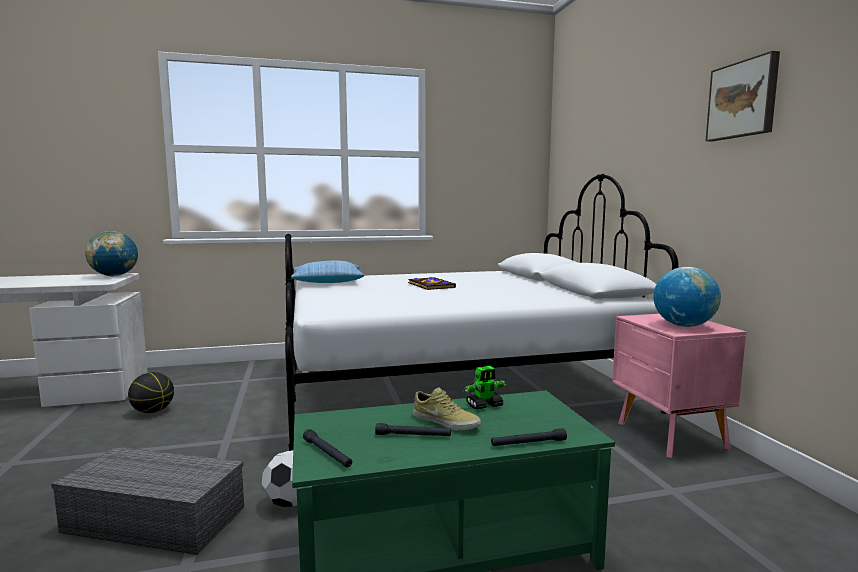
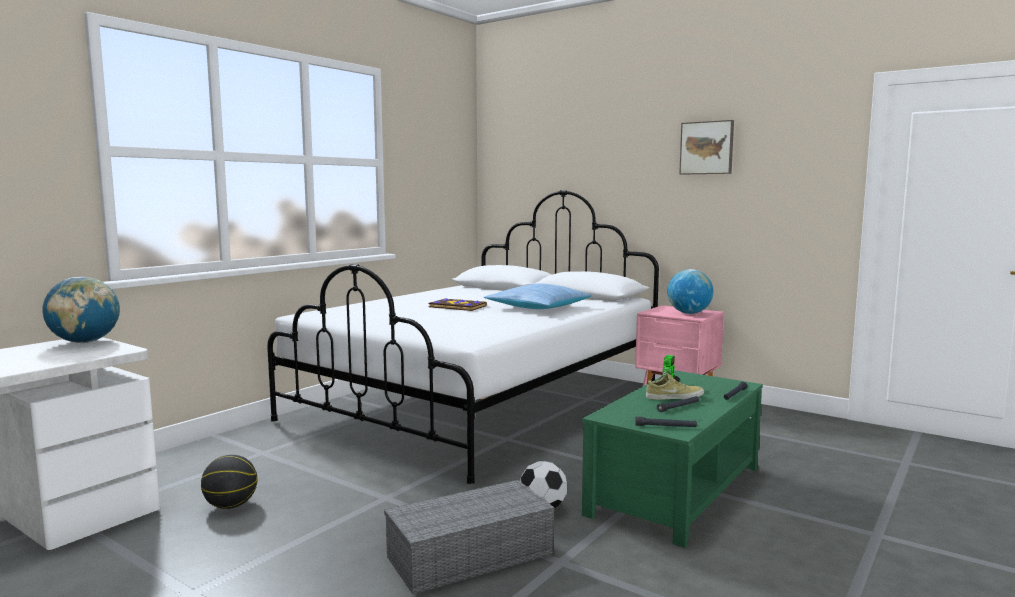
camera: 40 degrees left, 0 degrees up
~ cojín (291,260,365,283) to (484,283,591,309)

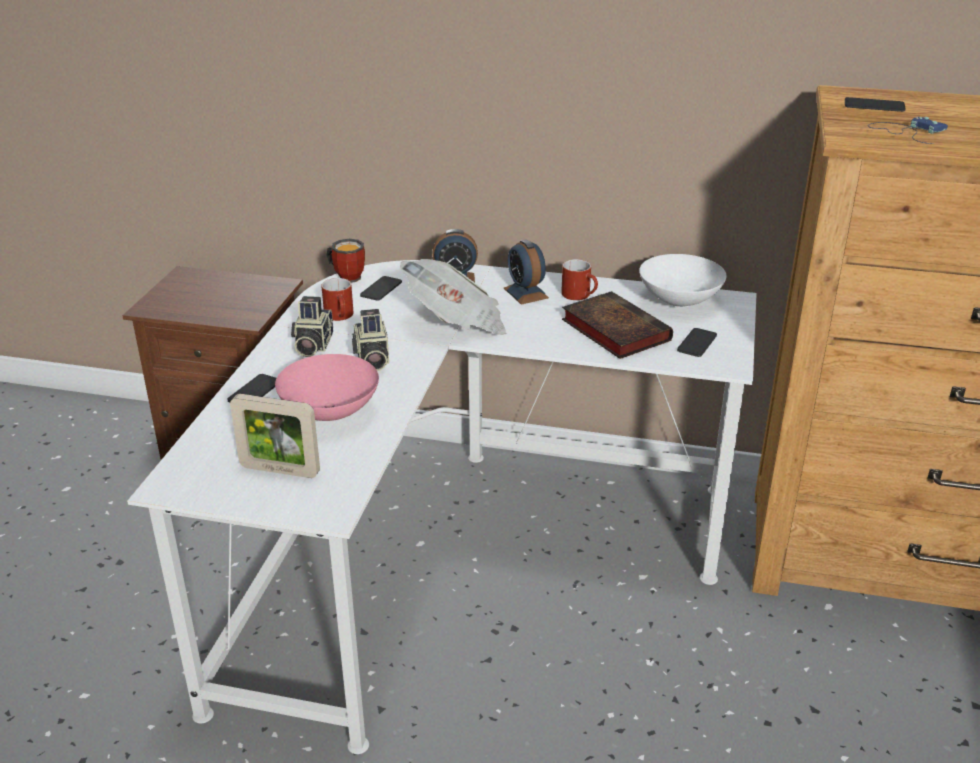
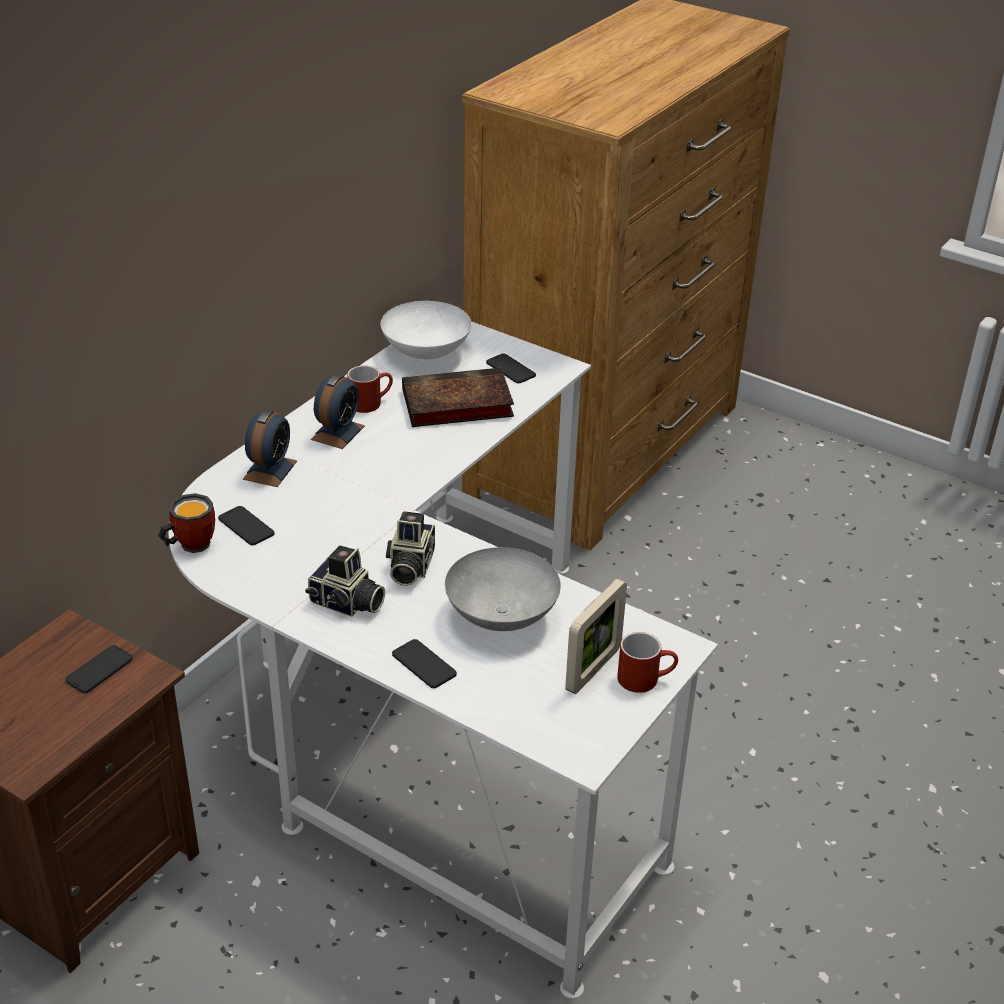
camera: 70 degrees left, 5 degrees up
~ móvil (845,97,906,112) to (65,645,133,693)
~ despertador (504,240,549,305) = (311,374,365,449) 60 degrees counterclockwise
~ cámara (352,309,389,371) = (386,511,435,586) 90 degrees clockwise
~ cuenco/rosa (275,354,379,421) to cuenco/gris (445,547,561,631)
~ taza grande/rojo (321,278,353,321) to (617,632,678,693)
- periódico (400,259,507,335)
- mando de consola/azul (868,117,948,144)

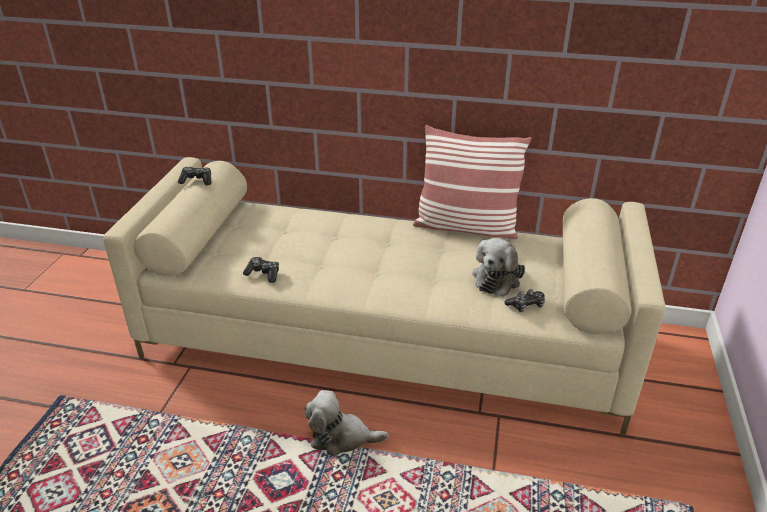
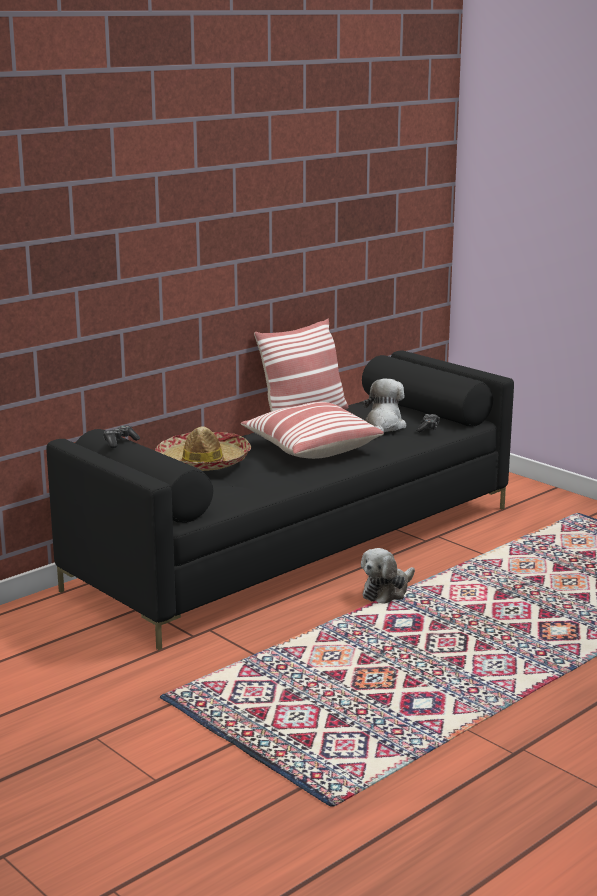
camera: 55 degrees left, 15 degrees down
~ sofá/beis (103,157,665,436) to sofá/negro (46,350,514,650)
+ sombrero (155,427,251,471)
+ cojín (241,402,384,459)
~ peluche (472,238,525,297) = (363,379,406,432) 135 degrees counterclockwise
- mando de consola (243,257,279,283)

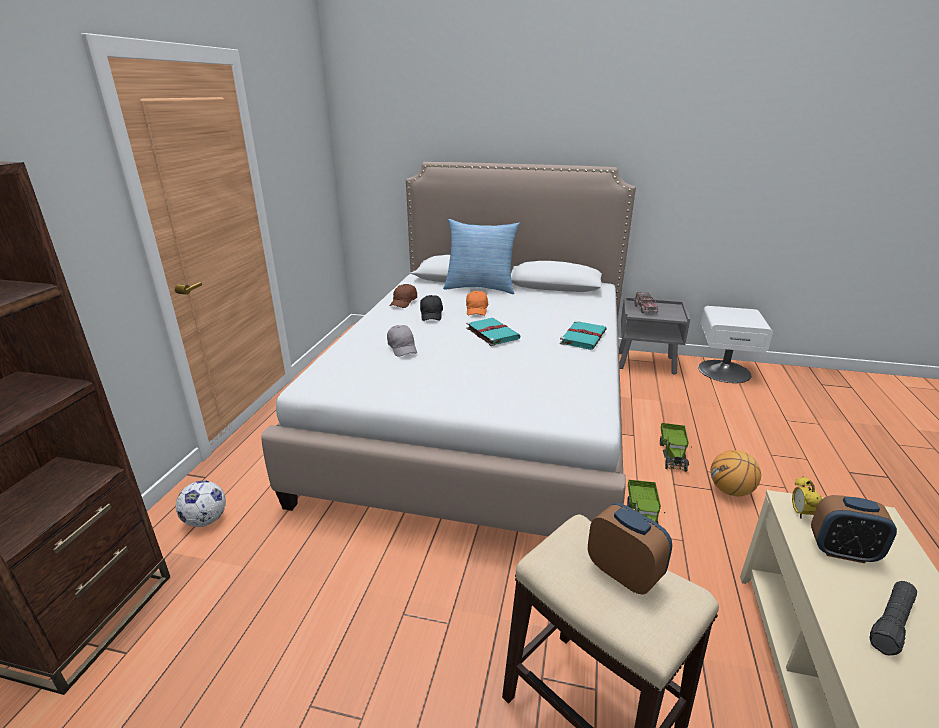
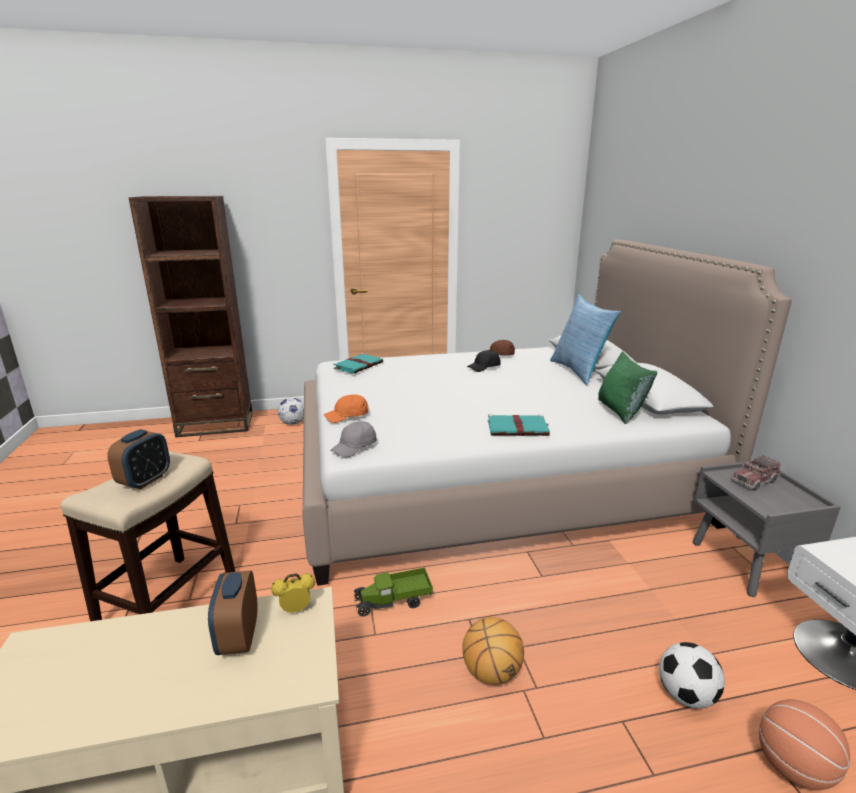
camera: 65 degrees right, 5 degrees down
~ gorra/naranja (466,291,488,316) to (323,394,369,423)
~ gorra/gris (387,325,417,357) to (330,421,377,457)
~ libro/turquesa (466,318,521,346) to (333,353,383,374)
+ cojín/verde (598,351,657,424)
+ balón de fútbol (659,642,725,709)
+ balón de baloncesto (759,699,850,790)
- camión de juguete (660,423,692,472)
- linterna/negro (869,581,917,656)

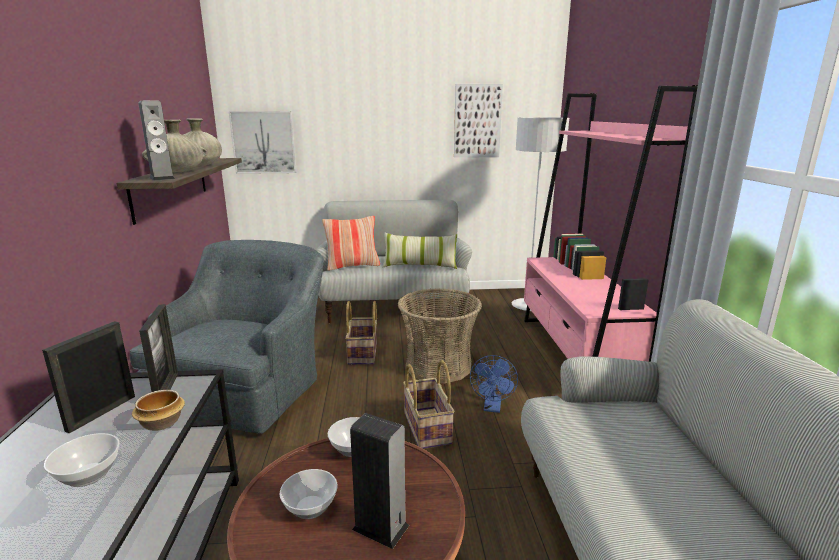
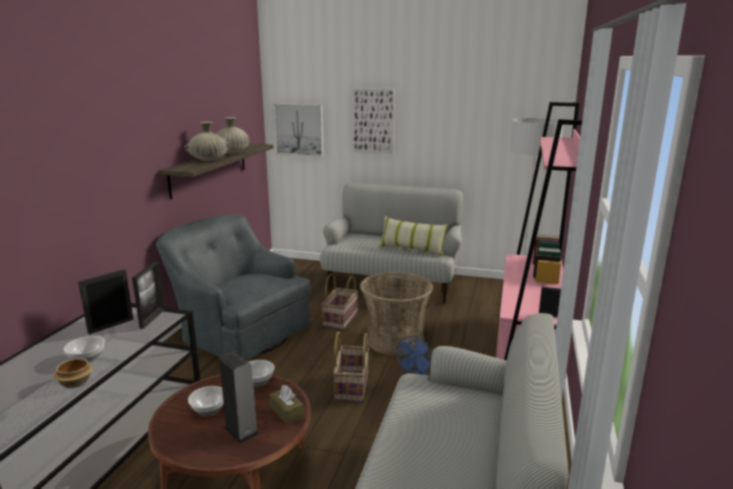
camera: 20 degrees right, 0 degrees up
~ cuenco (132,390,185,431) to (53,358,93,389)
~ sillón/gris (130,240,324,434) = (156,215,310,360) 90 degrees counterclockwise
+ caja de pañuelos/marrón (269,385,304,425)
~ cuadro (454,84,503,158) to (353,88,395,154)
- altavoz (138,100,175,181)
- cojín (322,216,380,271)

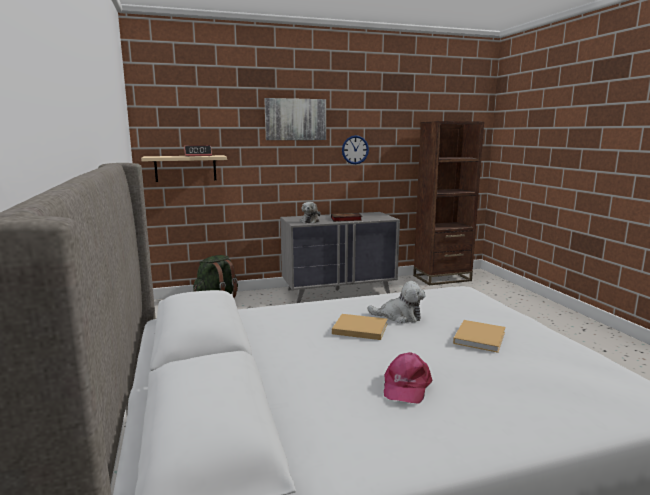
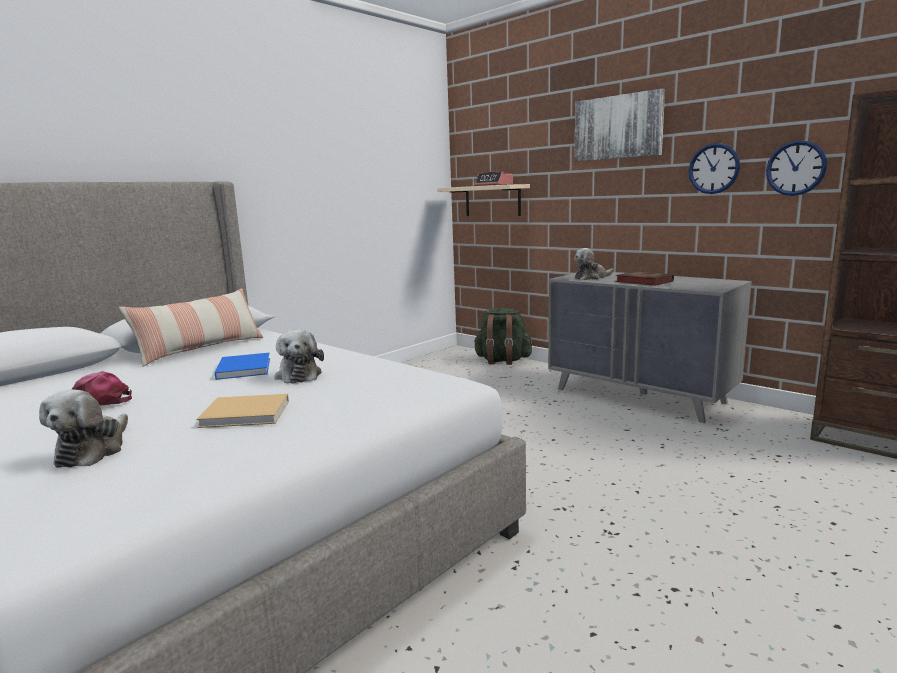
camera: 60 degrees right, 0 degrees up
+ peluche (39,389,128,468)
+ cojín (119,288,263,367)
~ libro/beis (332,314,387,340) to libro/azul (215,353,270,380)
+ reloj de pared (766,140,827,196)

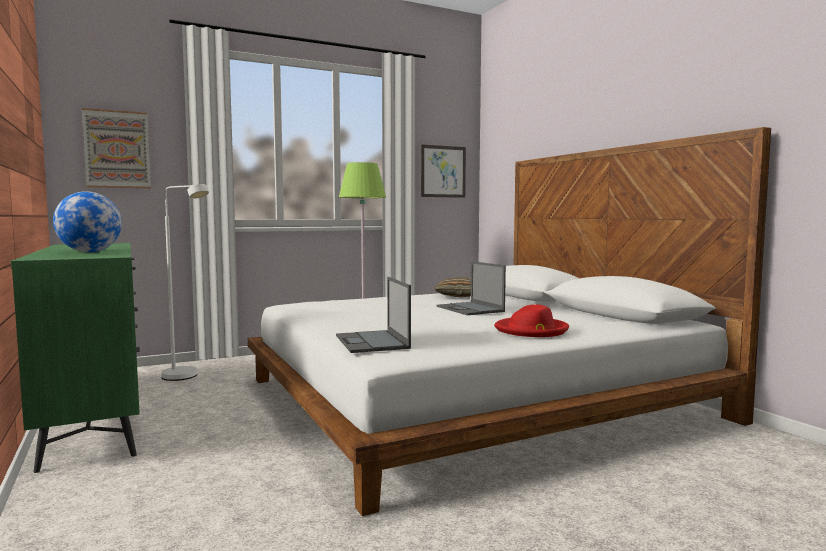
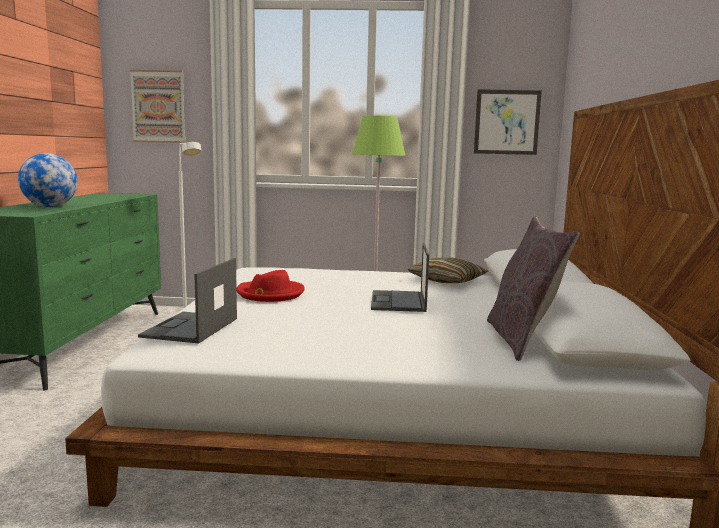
camera: 30 degrees right, 5 degrees up
~ sombrero/rojo (494,304,569,337) to (237,270,305,302)
+ cojín/gris (487,216,580,361)

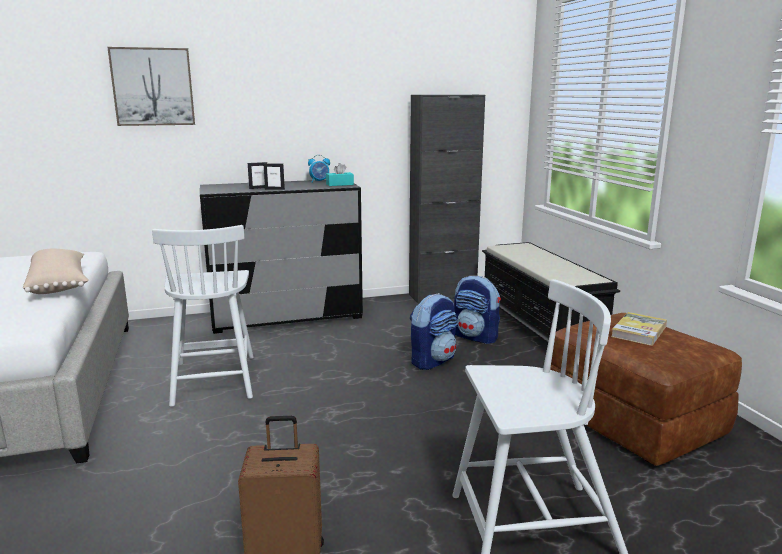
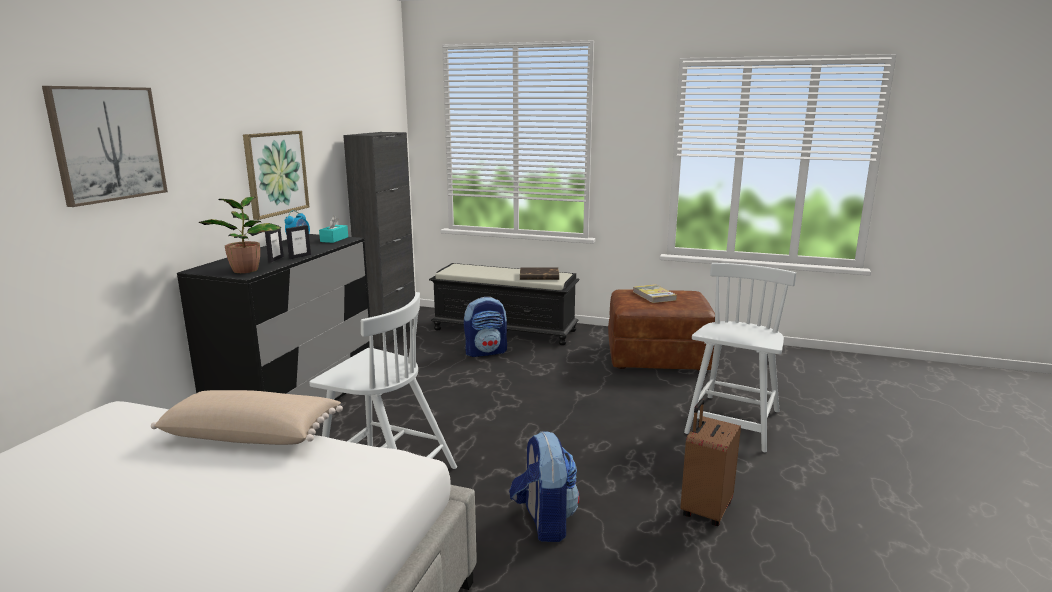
camera: 55 degrees left, 0 degrees up
+ planta en maceta (199,196,281,273)
+ cuadro (243,131,309,220)
~ mochila (410,293,458,370) to (509,431,580,542)
+ libro/marrón (520,268,559,280)

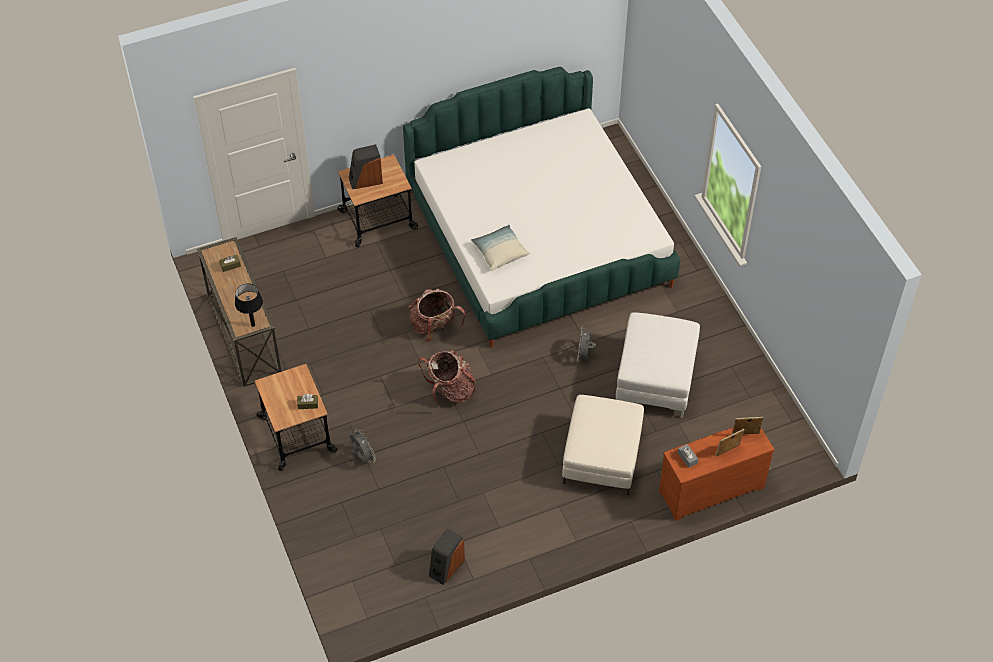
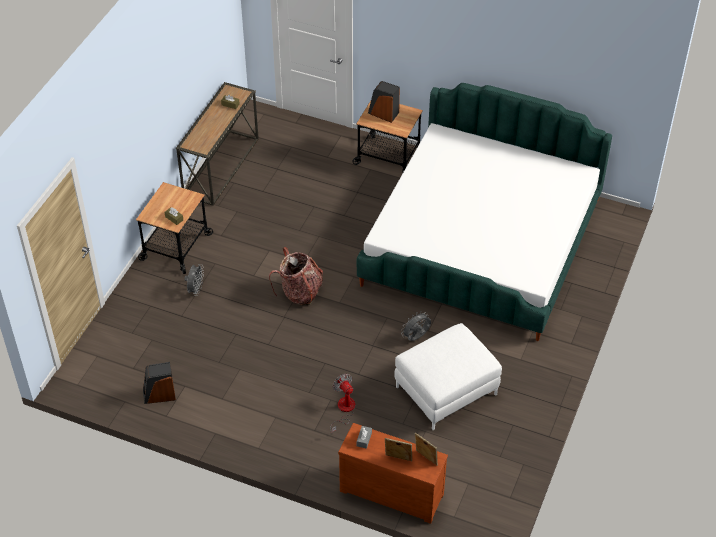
camera: 45 degrees right, 5 degrees down
~ puf/blanco (562,395,644,495) to ventilador (330,374,355,433)
- lámpara de mesa/negro (235,283,263,327)
- mochila (409,289,465,342)
- cojín (471,225,530,271)

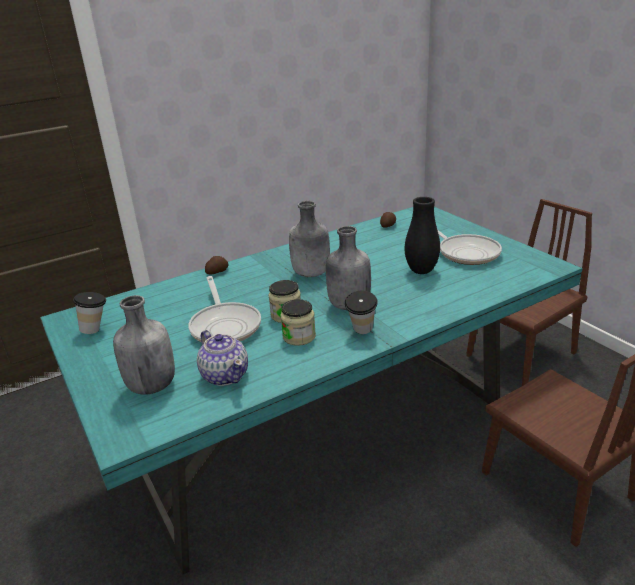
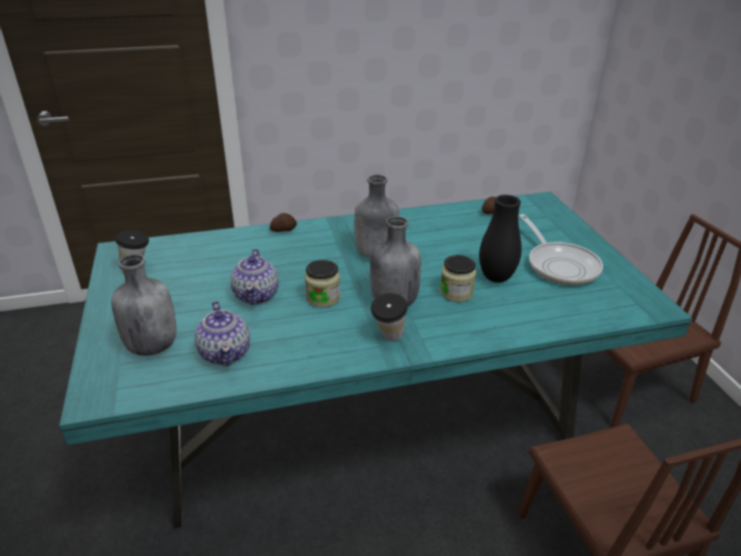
camera: 15 degrees right, 5 degrees up
~ sartén (188,276,261,342) to tetera (231,249,279,305)
~ tarro (281,299,316,346) to (440,255,476,302)

